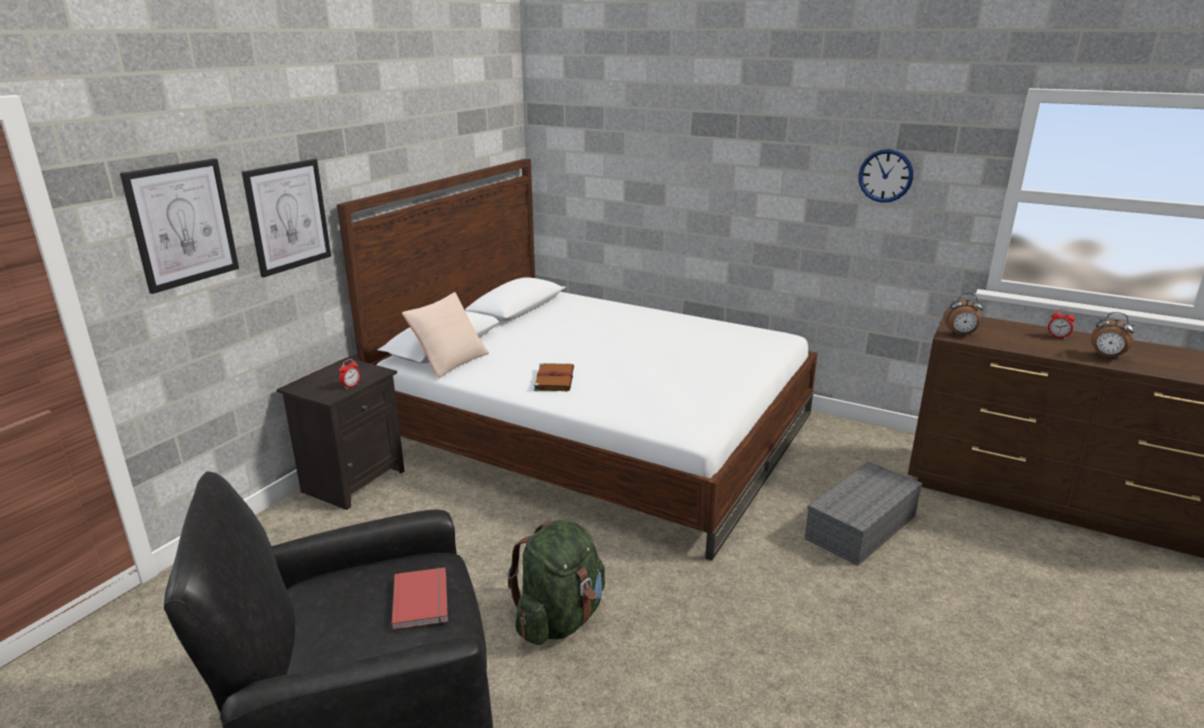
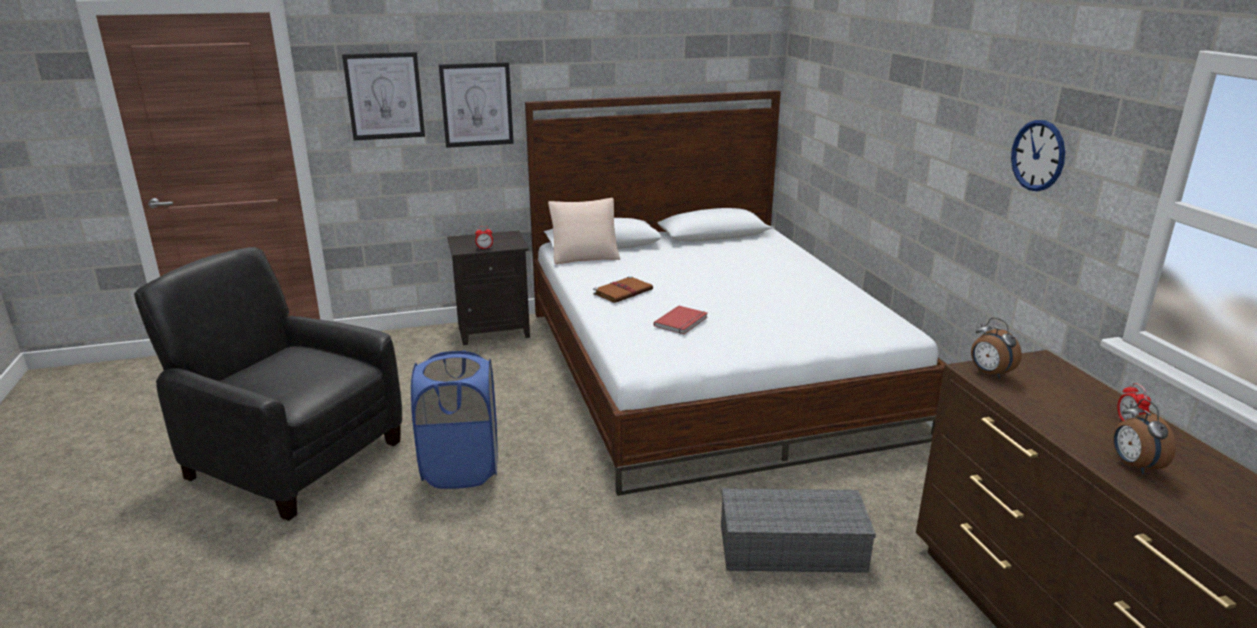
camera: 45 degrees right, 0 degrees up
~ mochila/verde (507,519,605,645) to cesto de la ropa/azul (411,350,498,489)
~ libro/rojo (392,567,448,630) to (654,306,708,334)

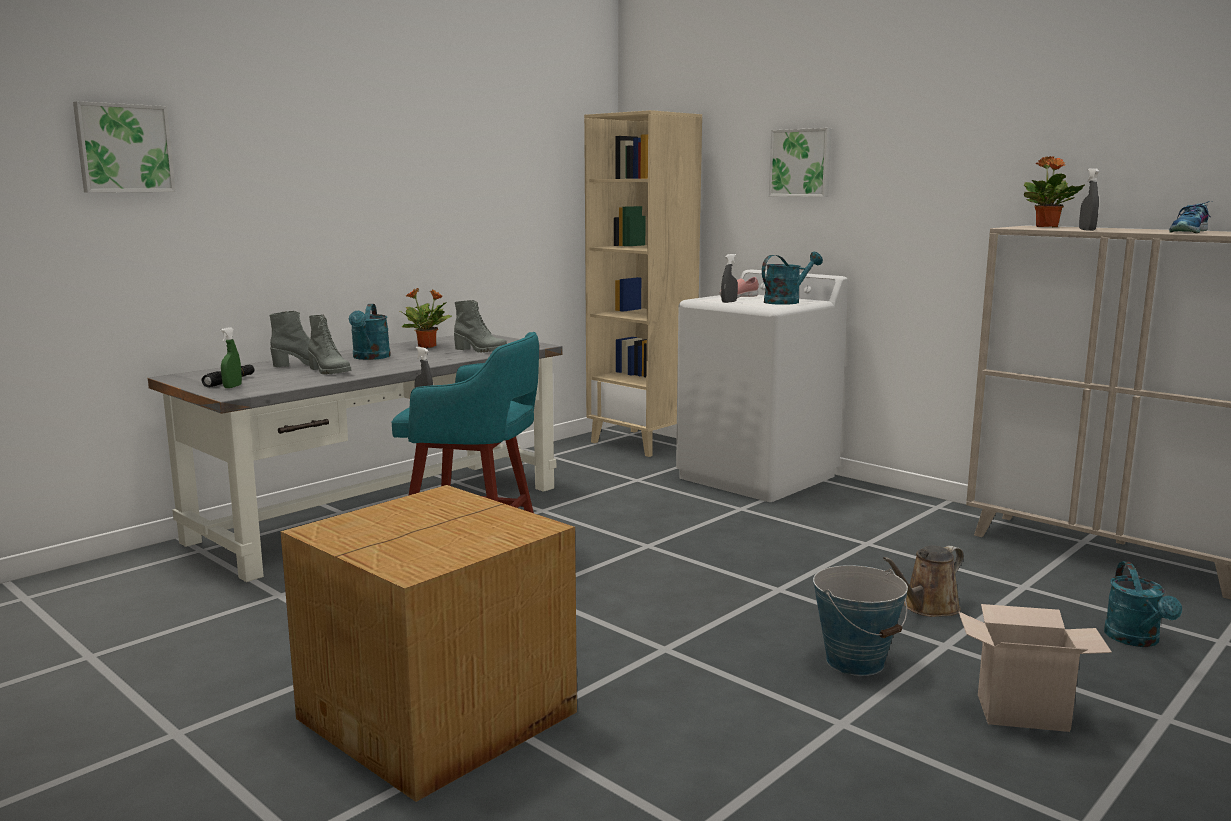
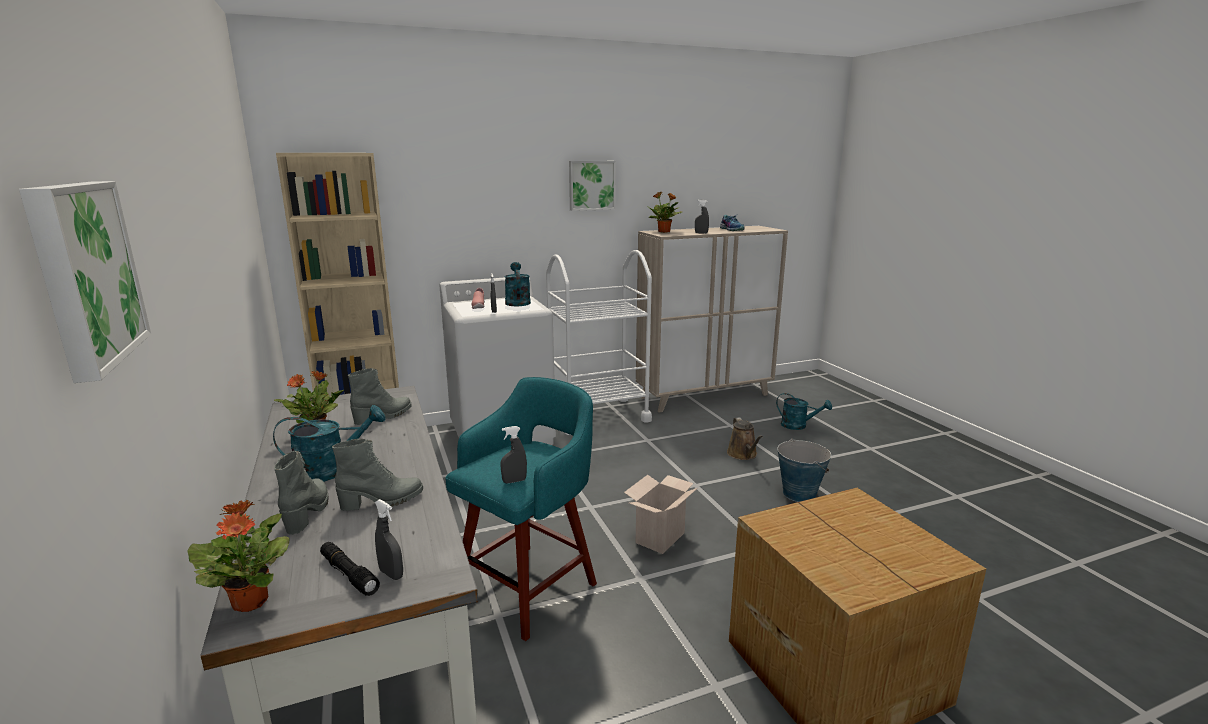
camera: 65 degrees left, 5 degrees up
+ planta en maceta (187,500,290,612)
~ regadera/turquesa (349,304,391,360) = (273,405,386,482) 45 degrees counterclockwise
~ pulverizador/verde (220,327,242,388) to pulverizador/gris (375,499,403,580)
+ carrito/blanco (546,250,652,435)
~ cuadro (769,128,832,197) to (569,161,616,211)
~ caja de cartón (958,604,1112,732) to (624,475,698,554)

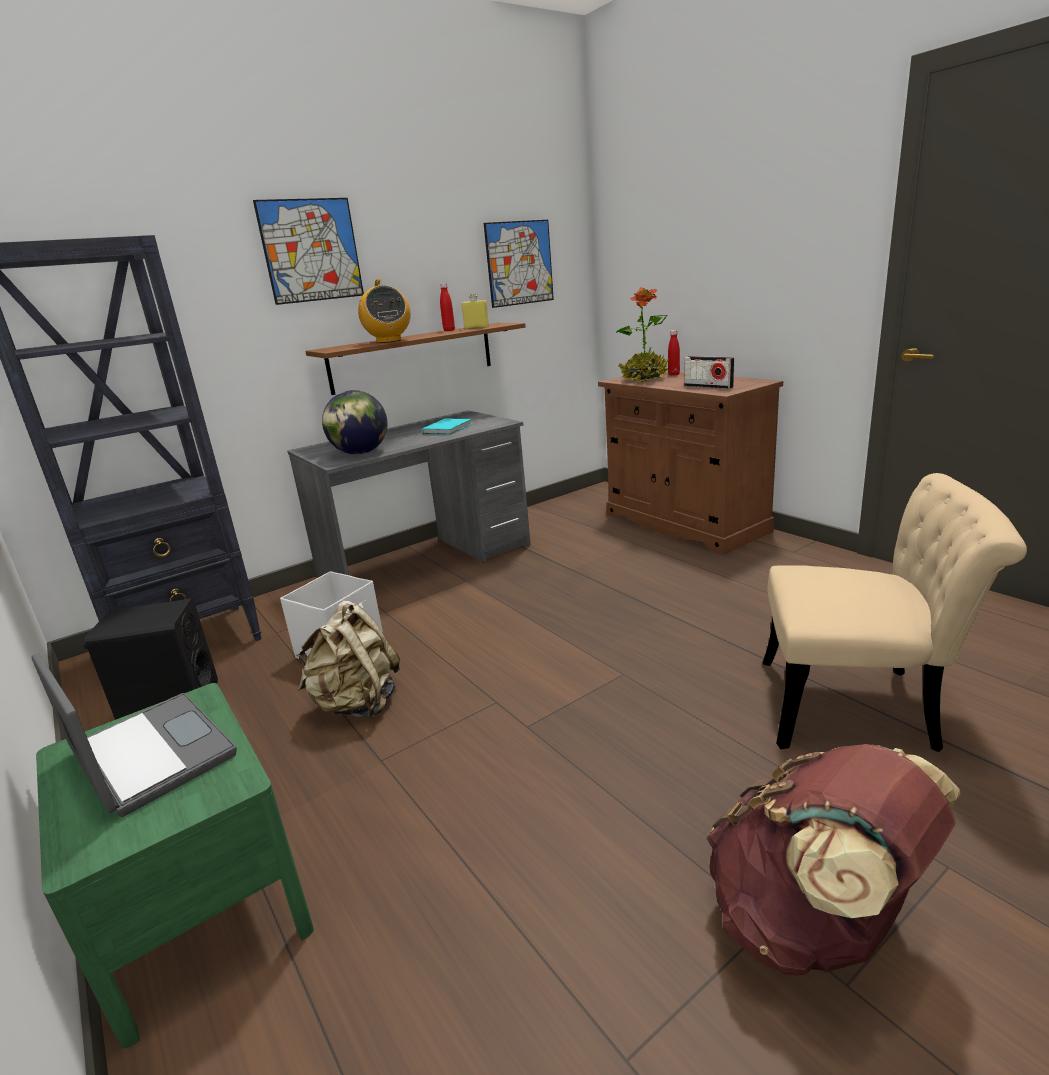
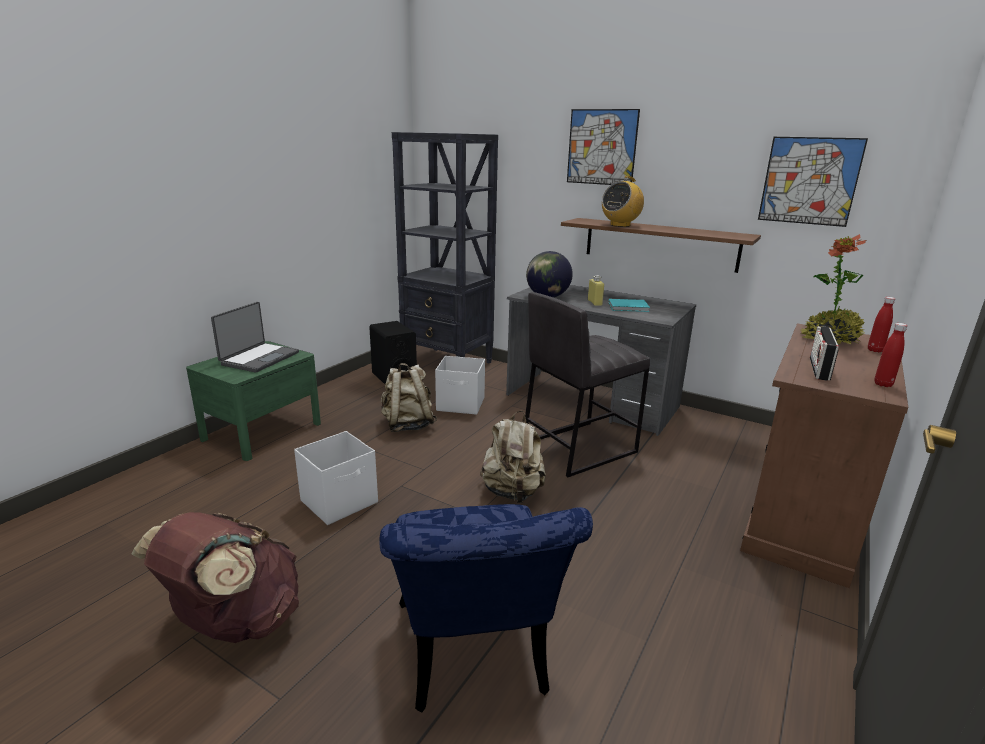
camera: 65 degrees right, 0 degrees up
+ caja de almacenaje/blanco (294,431,378,525)
~ silla/beis (762,473,1027,752) to silla/azul (380,504,593,713)
+ mochila/beis (480,411,546,503)
+ taburete/gris (525,292,650,478)
~ botella/amarillo (461,294,489,329) to (588,275,604,306)
~ botella/rojo (440,283,455,331) to (874,323,907,387)

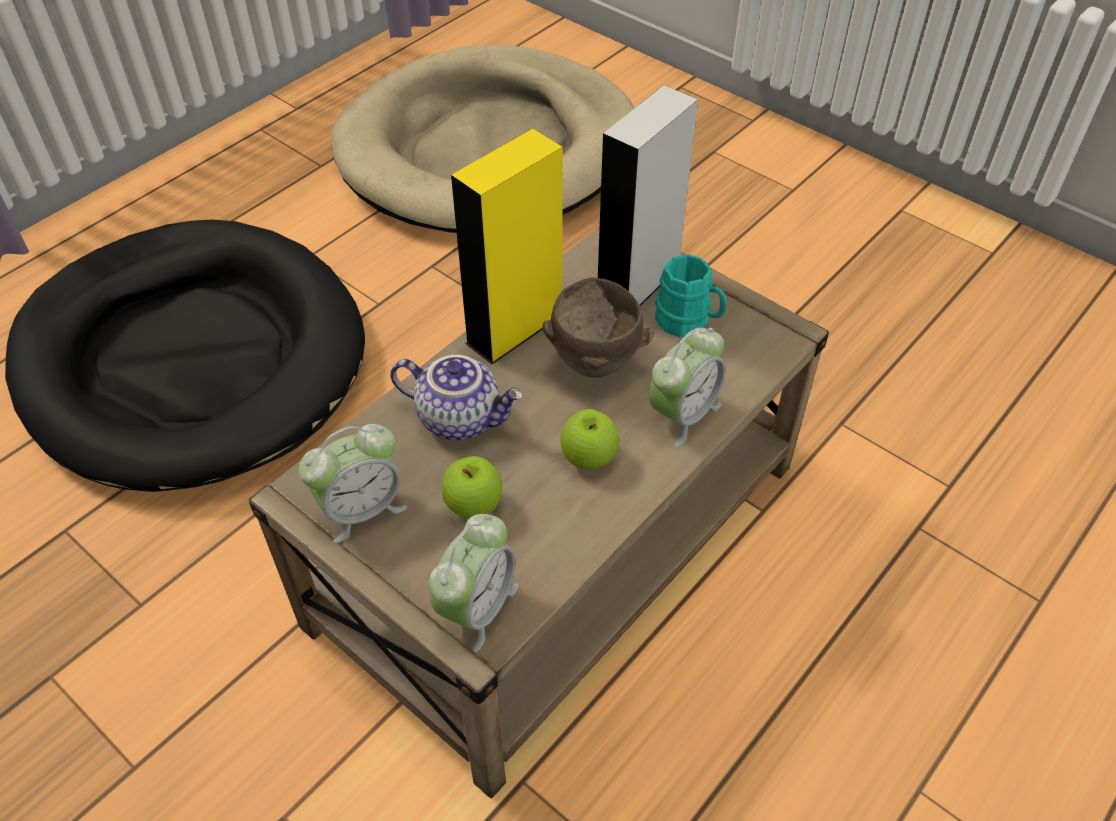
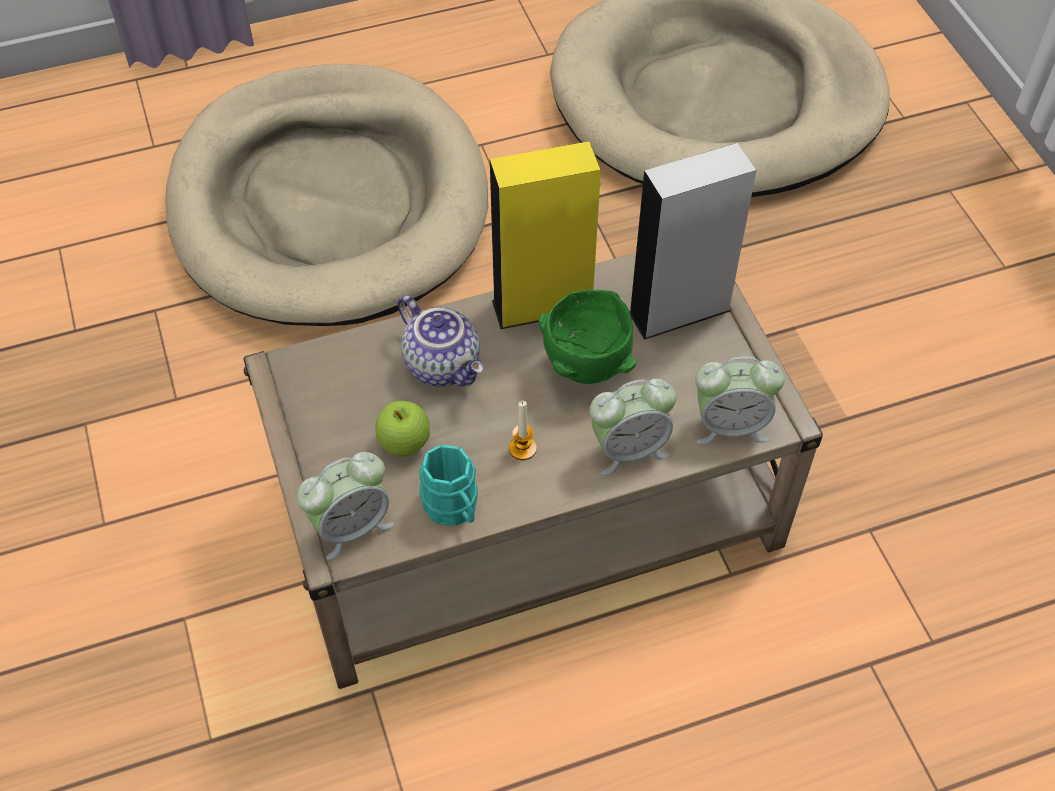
camera: 30 degrees right, 5 degrees up
~ cama para perro/negro (5,220,365,492) to cama para perro/beis (165,64,488,326)
~ taza grande/turquesa (655,254,726,337) to (419,445,478,526)
~ manzana (560,409,619,470) to vela (509,401,537,460)
~ cuenco/marrón (542,277,654,378) to cuenco/verde (538,290,637,384)
~ despertador (299,424,407,543) to (695,356,785,444)

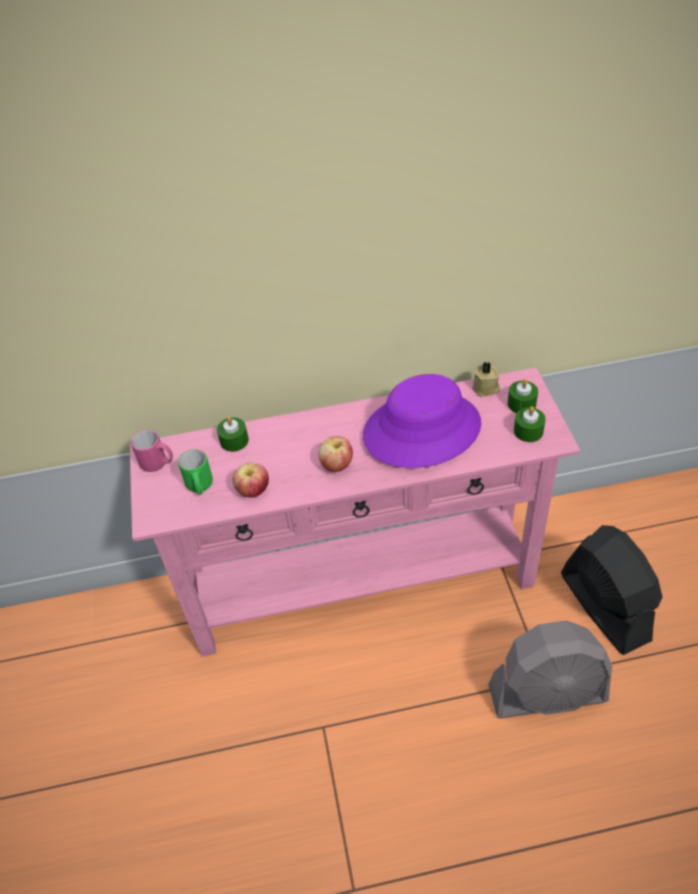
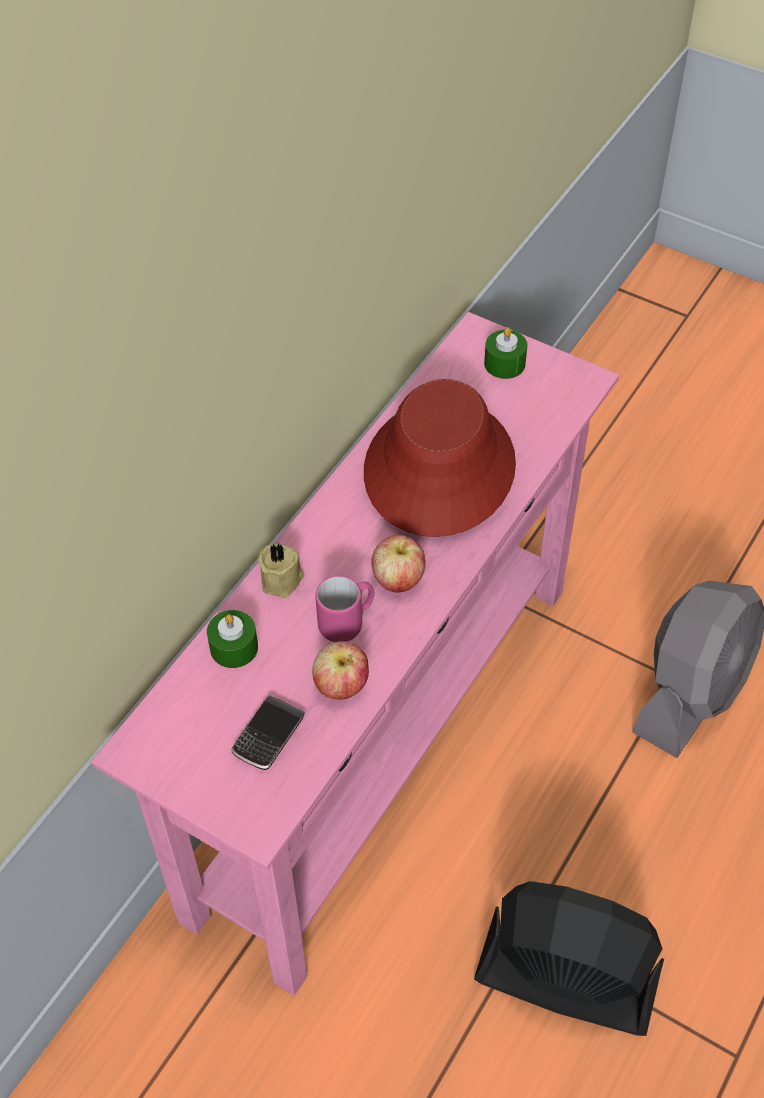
camera: 50 degrees left, 5 degrees up
~ taza grande/verde (178,449,213,495) to móvil (231,695,305,770)
~ vela/beis (472,362,500,397) to (258,544,305,598)
~ taza grande/rosa (131,430,173,472) to (315,576,375,642)
~ sombrero/morado (363,374,481,468) to sombrero/rojo (364,379,516,537)
~ ventilador/negro (561,525,662,655) to (474,881,664,1036)
- vela/verde (514,406,546,442)

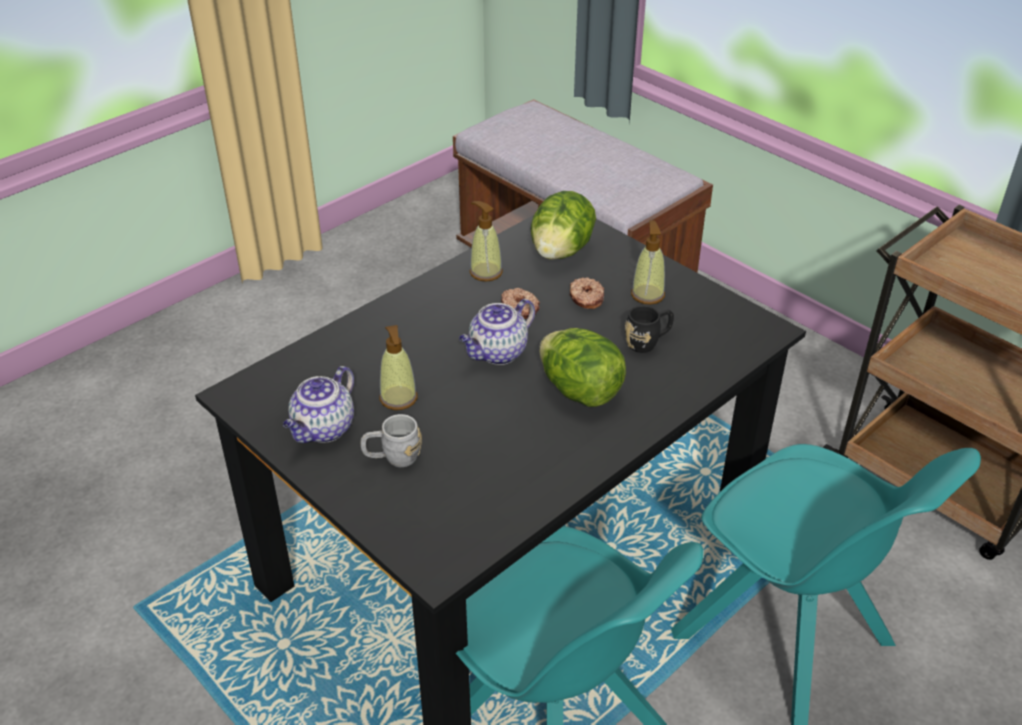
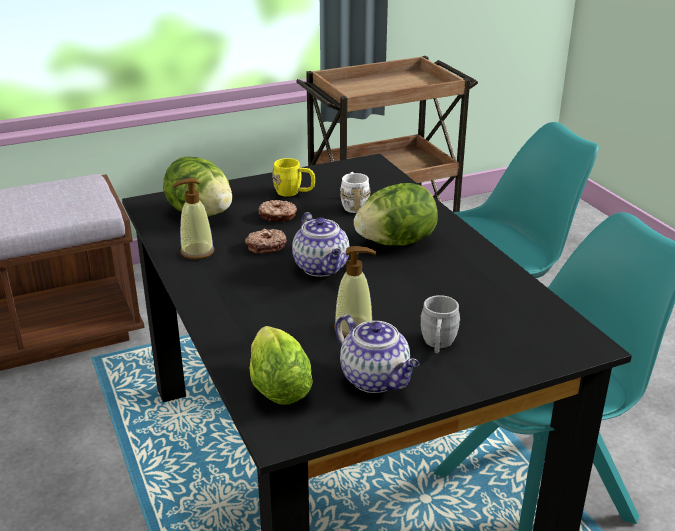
camera: 70 degrees left, 10 degrees down
+ lechuga (250,326,313,405)
~ dispensador de jabón (631,220,665,305) to taza grande/amarillo (272,158,315,197)
~ taza grande/negro (625,305,674,353) to taza grande/blanco (340,172,370,213)

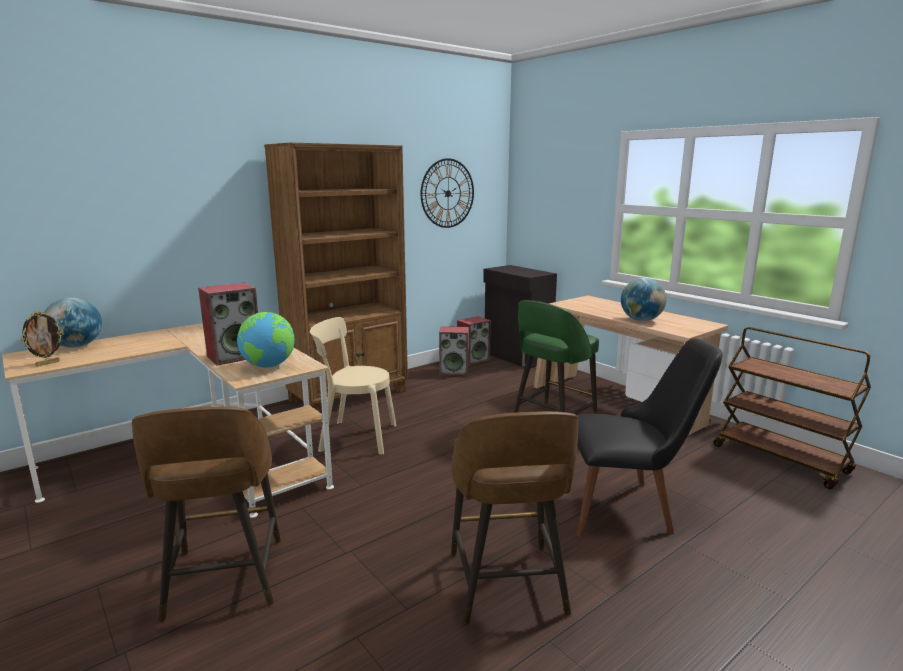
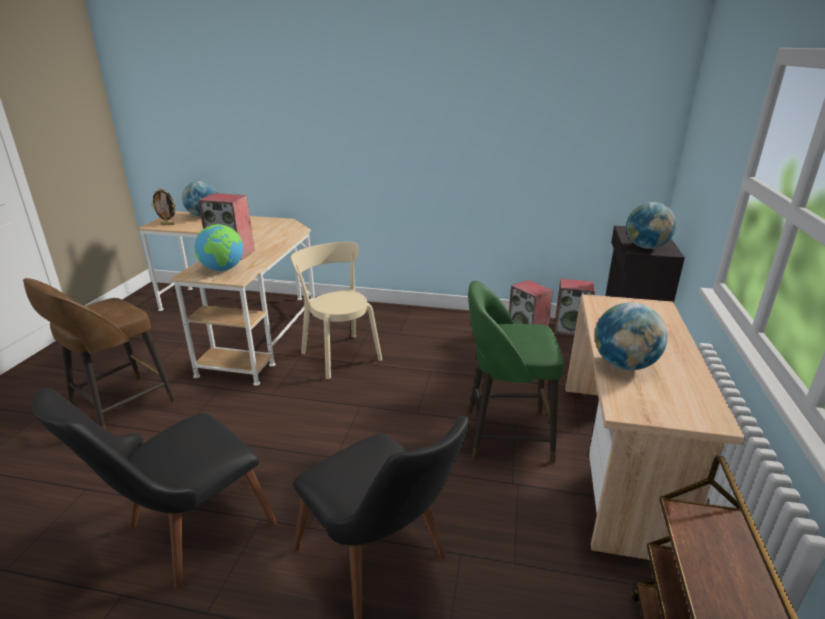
camera: 50 degrees right, 10 degrees up
~ taburete/marrón (451,411,578,624) to silla/negro (32,388,277,589)
+ globo terráqueo (626,202,676,249)
- estantería/marrón (264,143,408,412)
- reloj de pared (421,158,474,228)

